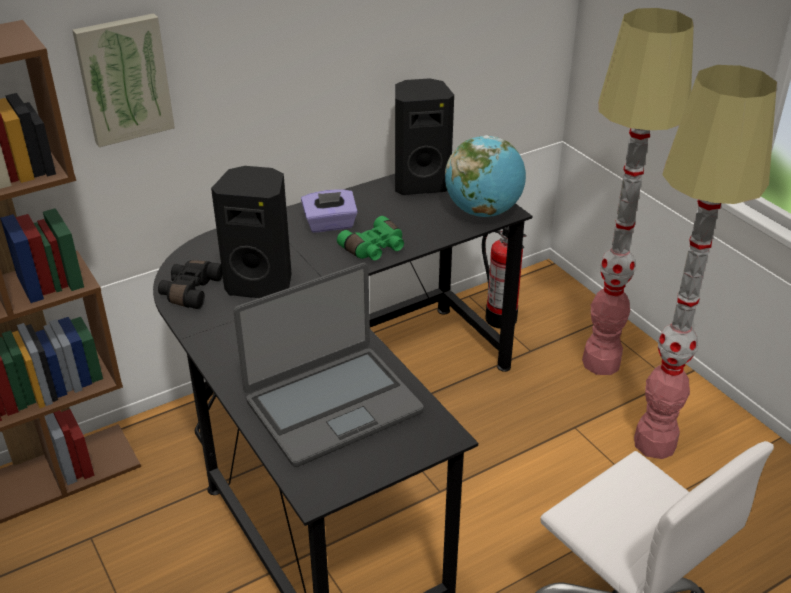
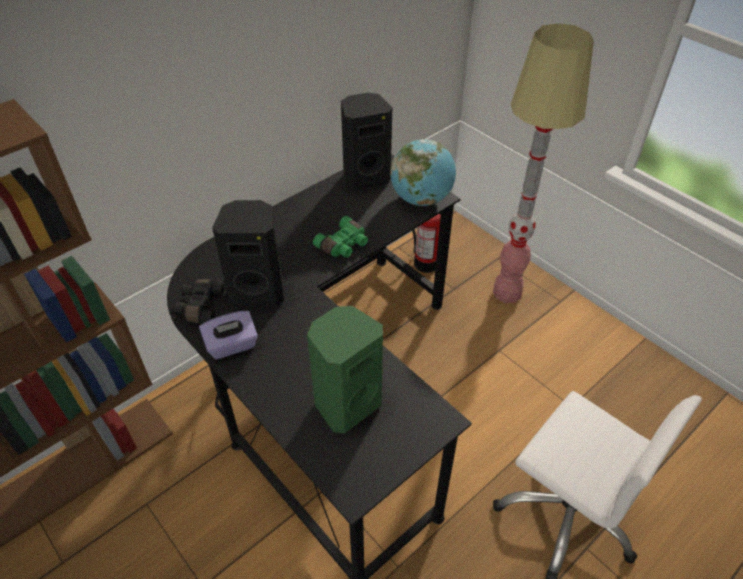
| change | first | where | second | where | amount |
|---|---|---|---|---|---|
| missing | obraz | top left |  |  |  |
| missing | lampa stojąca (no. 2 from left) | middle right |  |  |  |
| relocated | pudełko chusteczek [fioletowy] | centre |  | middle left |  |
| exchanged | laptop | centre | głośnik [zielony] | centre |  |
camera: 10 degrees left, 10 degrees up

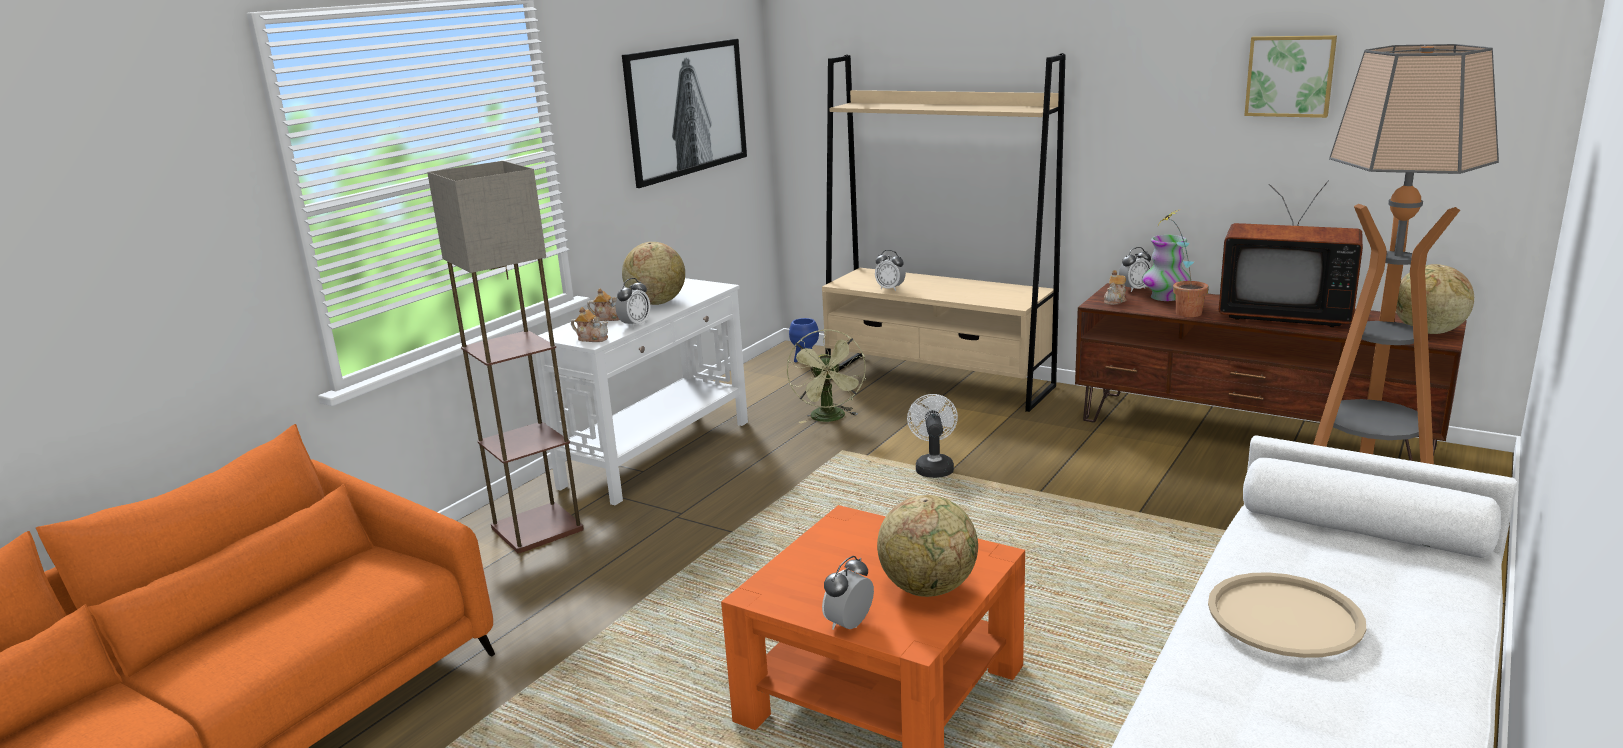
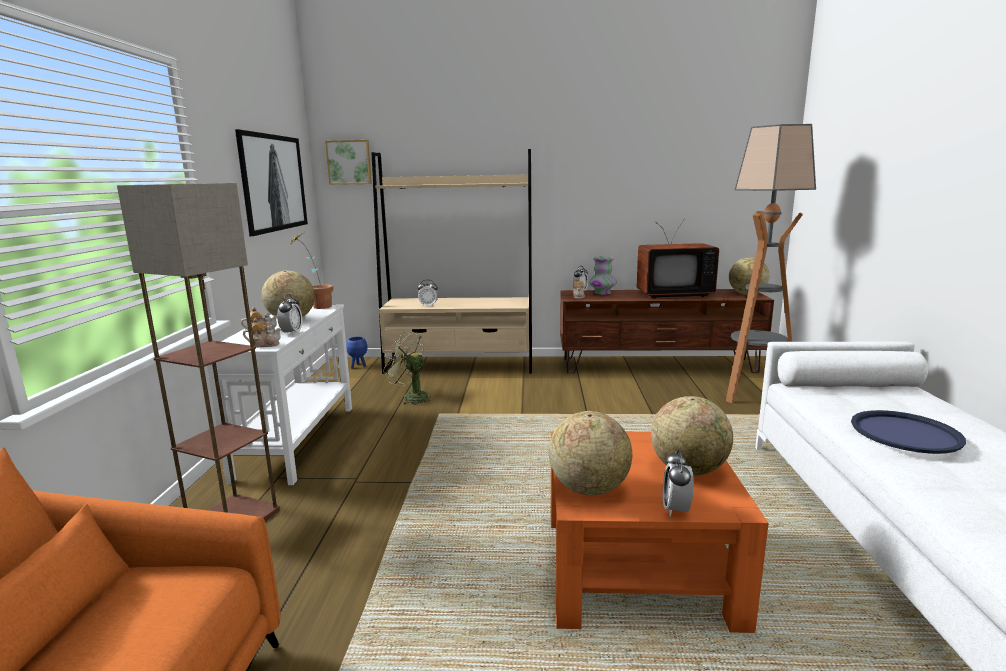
| change | first | where | second | where | amount |
|---|---|---|---|---|---|
| relocated | obraz (no. 2 from left) | top right |  | top centre |  |
| relocated | roślina doniczkowa | middle right |  | middle left |  |
| spun | wentylator [zielony] | centre |  | centre | 150 degrees clockwise |
| missing | wentylator [biały] | centre |  |  |  |
| colour | taca [beżowy] | bottom right | taca [niebieski] | middle right |  |
| appeared |  |  | globus (no. 2 from left) | bottom centre |  |
camera: 30 degrees left, 5 degrees down

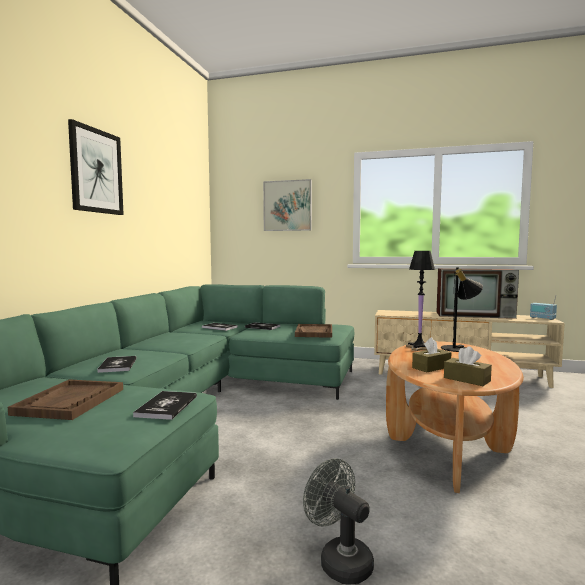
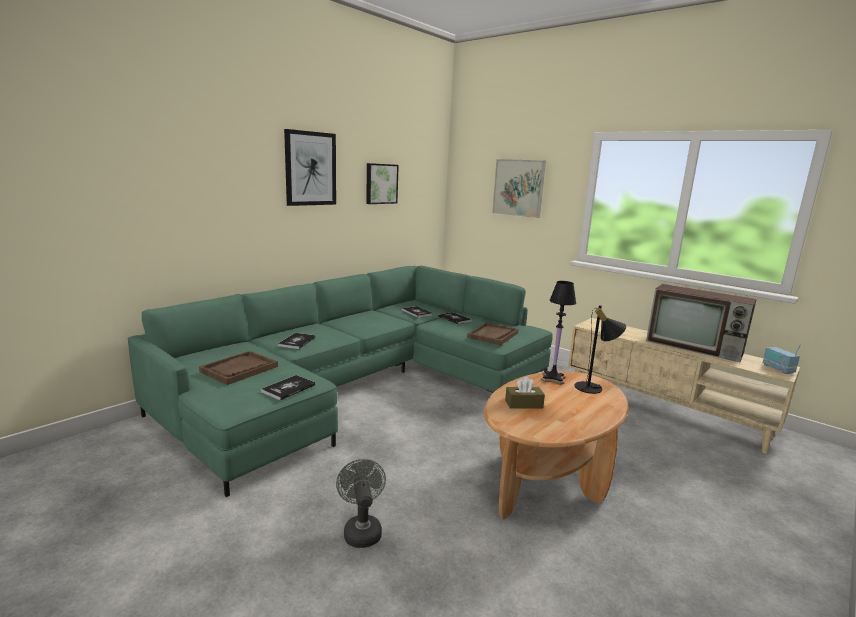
| change | first | where | second | where | amount |
|---|---|---|---|---|---|
| missing | pudełko chusteczek [brązowy] (no. 2 from left) | middle right |  |  |  |
| appeared |  |  | obraz (no. 2 from left) | top centre |  |
camera: 25 degrees right, 10 degrees up

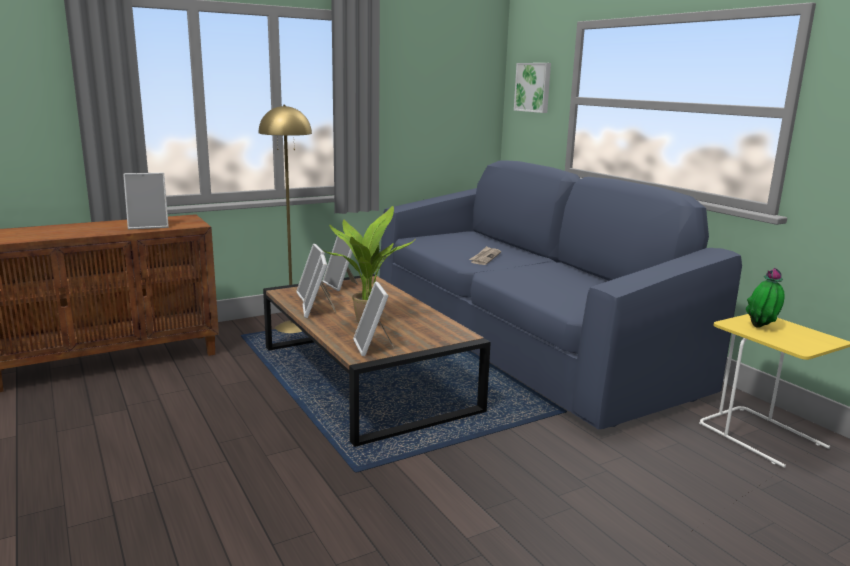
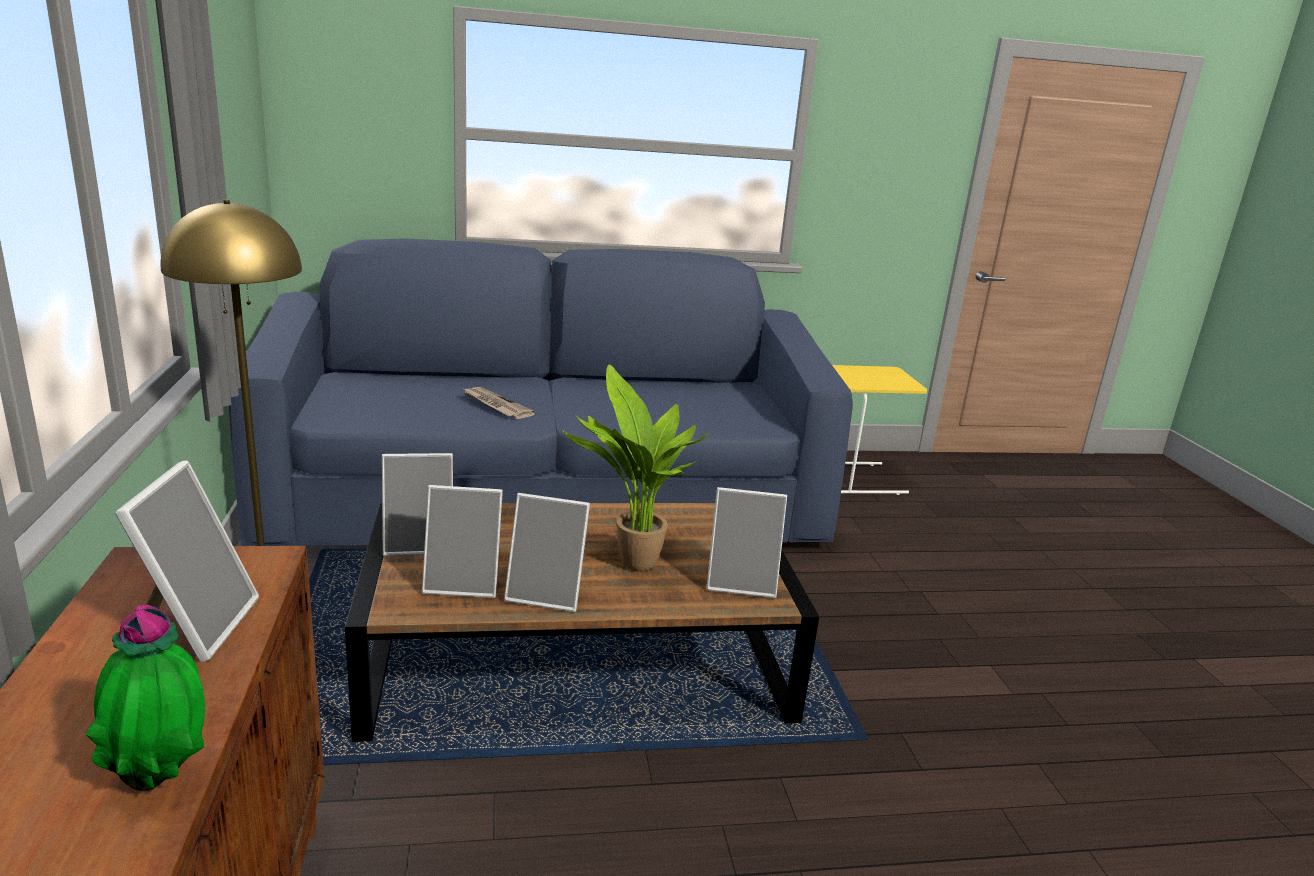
| change | first | where | second | where | amount |
|---|---|---|---|---|---|
| missing | obraz | top centre |  |  |  |
| relocated | roślina doniczkowa (no. 2 from left in the first image) | middle right | roślina doniczkowa (no. 1 from left) | bottom left |  |
camera: 70 degrees left, 5 degrees up

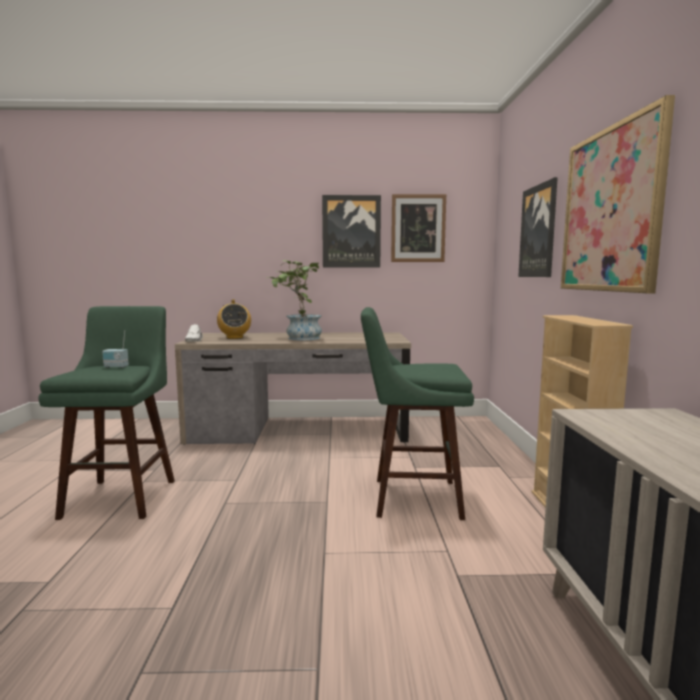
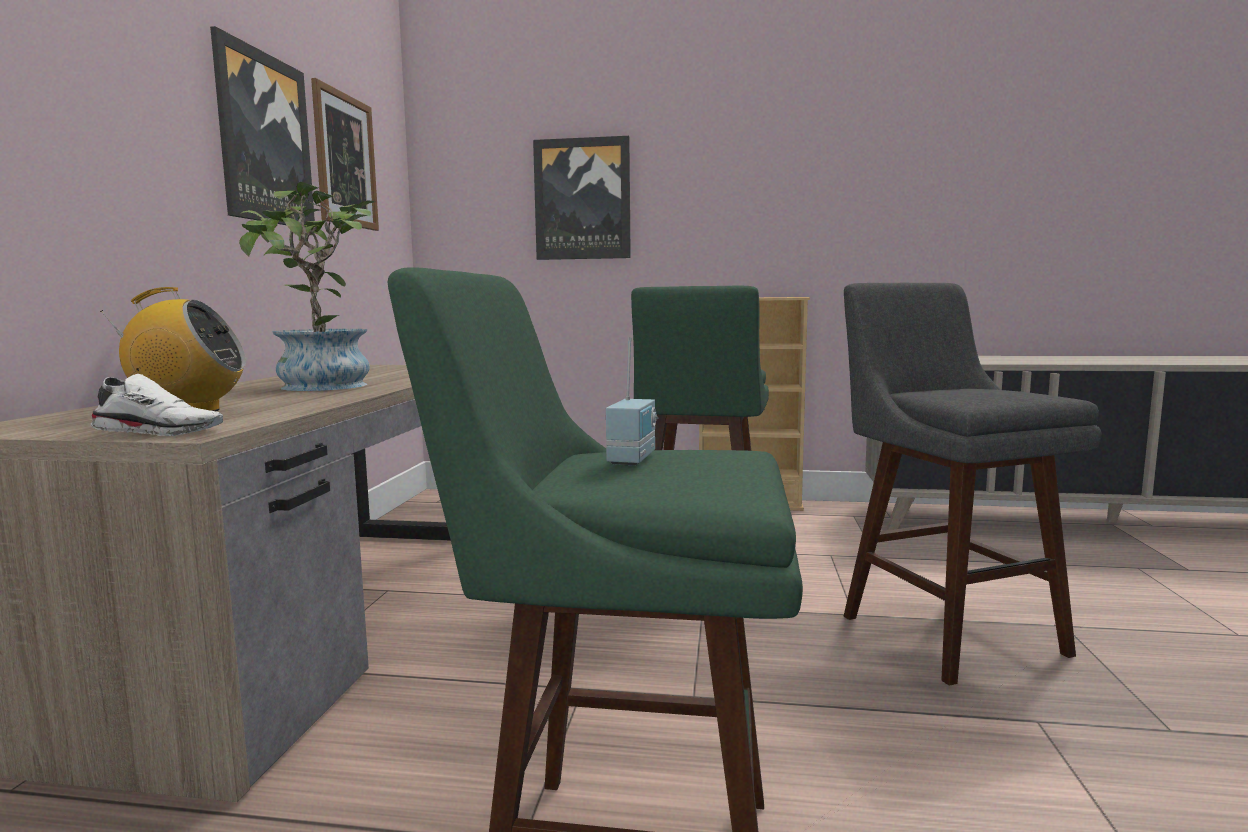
| change | first | where | second | where | amount |
|---|---|---|---|---|---|
| missing | obraz (no. 4 from left) | top right |  |  |  |
| appeared |  |  | stołek [szary] | middle right |  |
camera: 80 degrees left, 0 degrees up

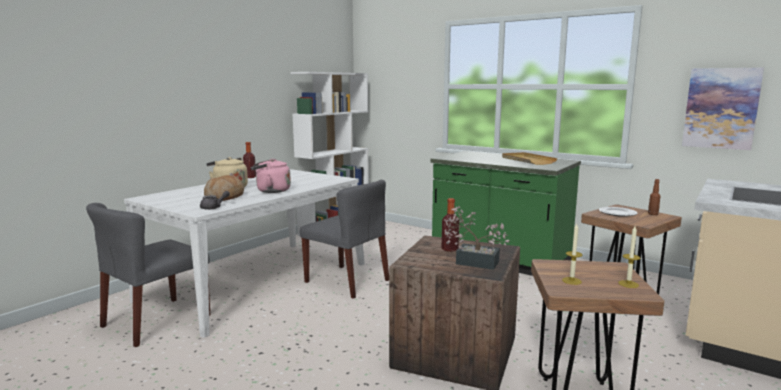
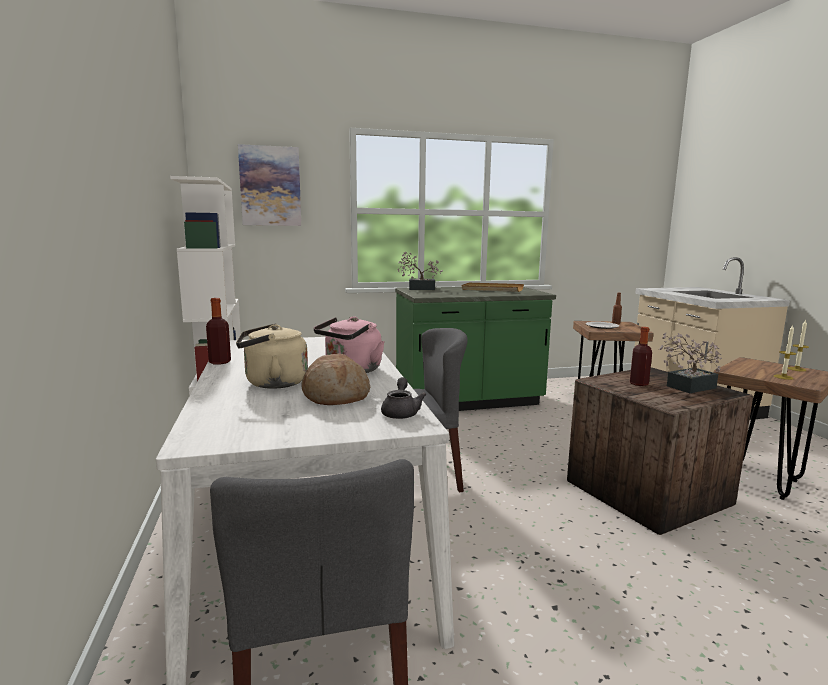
| change | first | where | second | where | amount |
|---|---|---|---|---|---|
| relocated | obraz | top right |  | top left |  |
| appeared |  |  | roślina doniczkowa (no. 1 from left) | centre |  |
camera: 50 degrees left, 0 degrees up

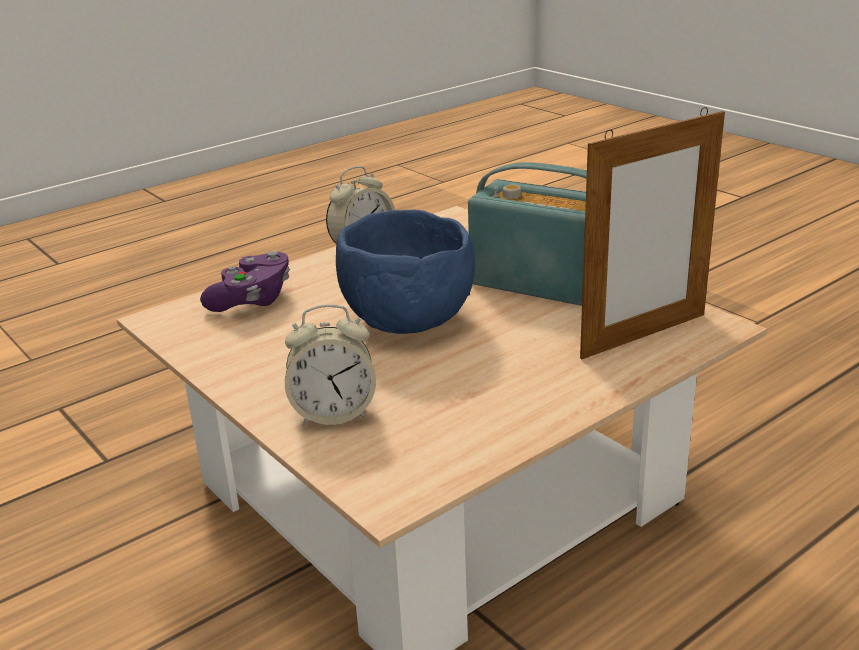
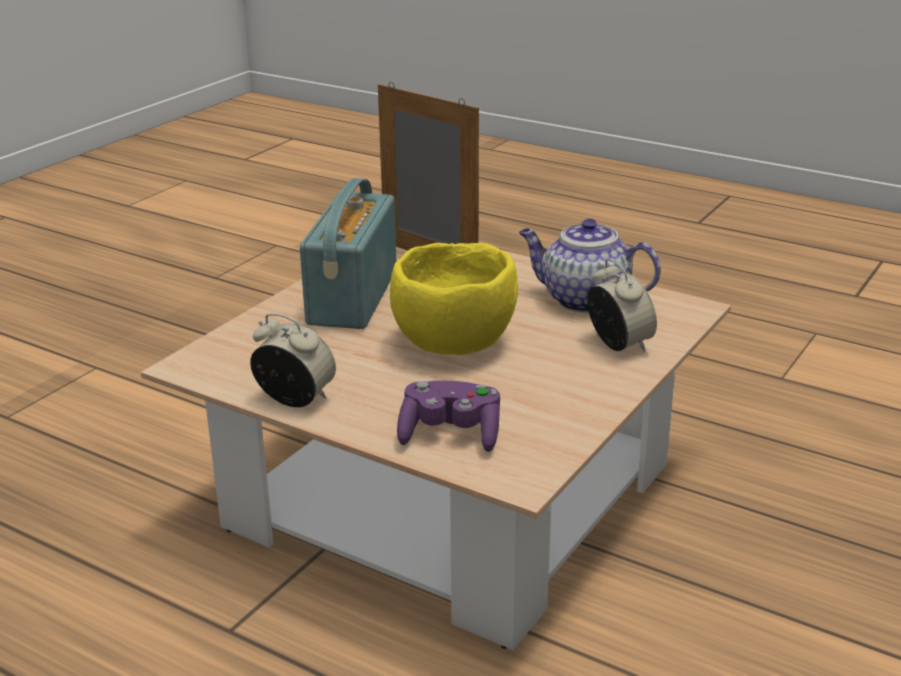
| change | first | where | second | where | amount |
|---|---|---|---|---|---|
| colour | miska [niebieski] | centre | miska [żółty] | centre |  |
| appeared |  |  | imbryk | centre |  |
camera: 110 degrees left, 0 degrees up

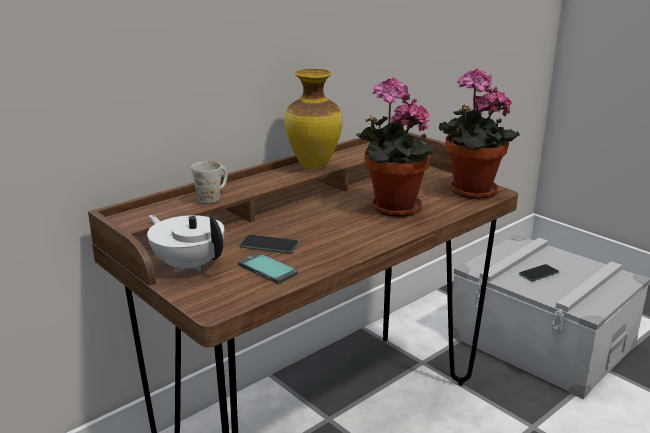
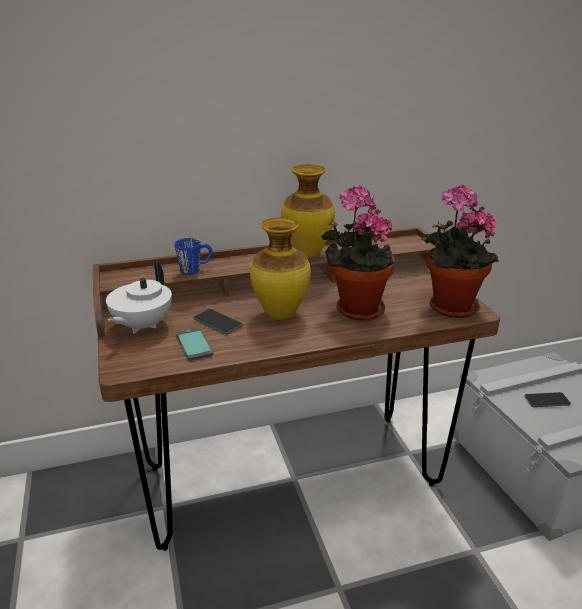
| change | first | where | second | where | amount |
|---|---|---|---|---|---|
| colour | kubek [biały] | middle left | kubek [niebieski] | middle left |  |
| spun | imbryk [biały] | middle left |  | middle left | 135 degrees counterclockwise |
| appeared |  |  | wazon (no. 1 from left) | centre |  |
camera: 25 degrees right, 5 degrees up

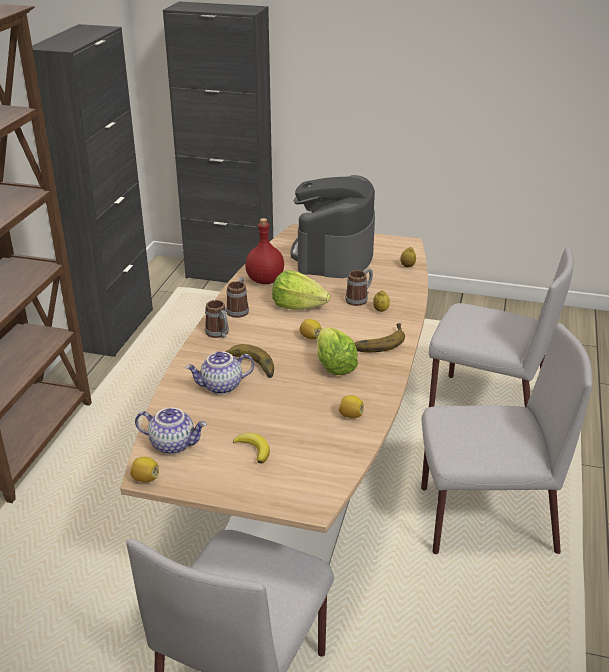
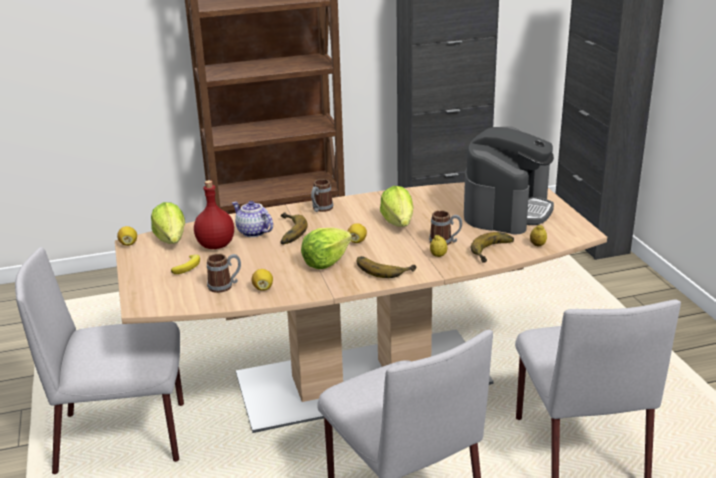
| change | first | where | second | where | amount |
|---|---|---|---|---|---|
| spun | ekspres do kawy | centre |  | middle right | 135 degrees clockwise |
| relocated | butelka [czerwony] | centre |  | middle left |  |
| relocated | kubek (no. 2 from left in the first image) | centre | kubek (no. 1 from left) | middle left |  |
| exchanged | imbryk (no. 1 from left) | middle left | sałata (no. 1 from left) | middle left |  |
| appeared |  |  | banan (no. 4 from left) | middle right |  |
camera: 60 degrees right, 5 degrees down

